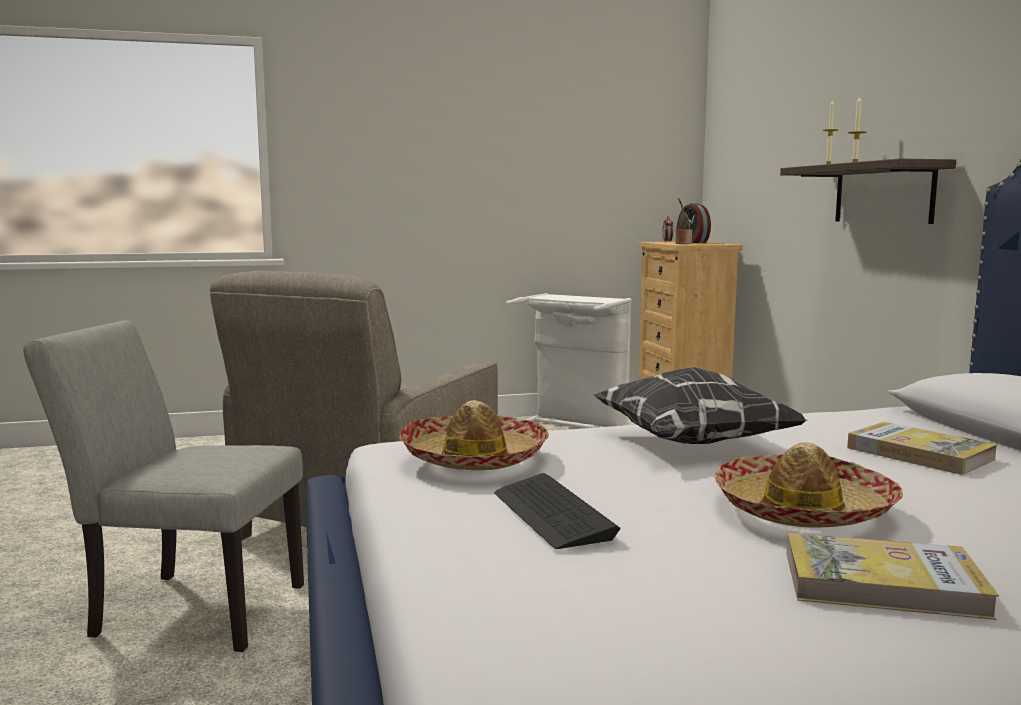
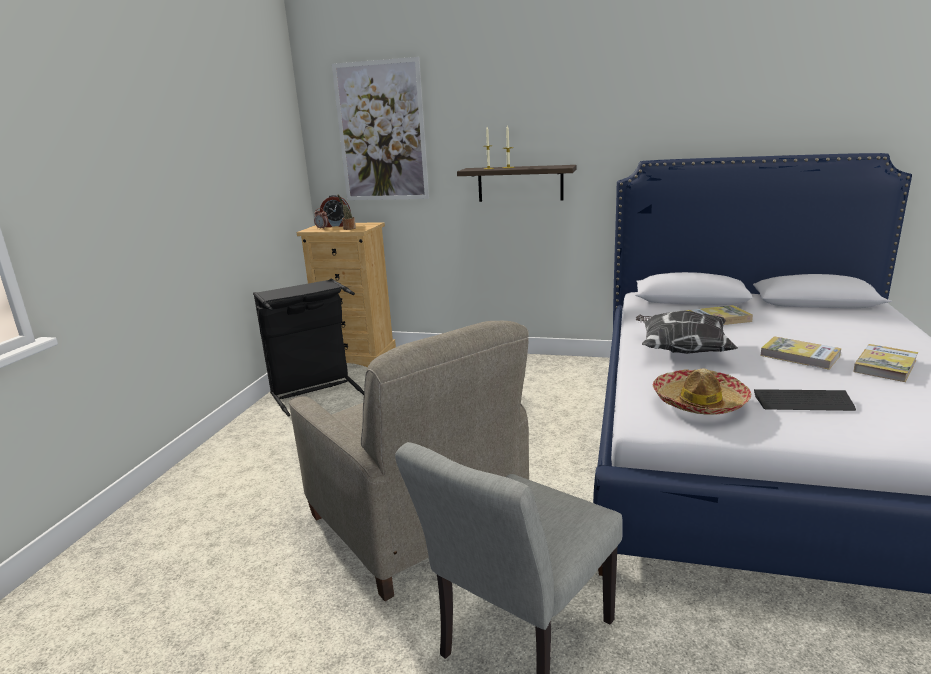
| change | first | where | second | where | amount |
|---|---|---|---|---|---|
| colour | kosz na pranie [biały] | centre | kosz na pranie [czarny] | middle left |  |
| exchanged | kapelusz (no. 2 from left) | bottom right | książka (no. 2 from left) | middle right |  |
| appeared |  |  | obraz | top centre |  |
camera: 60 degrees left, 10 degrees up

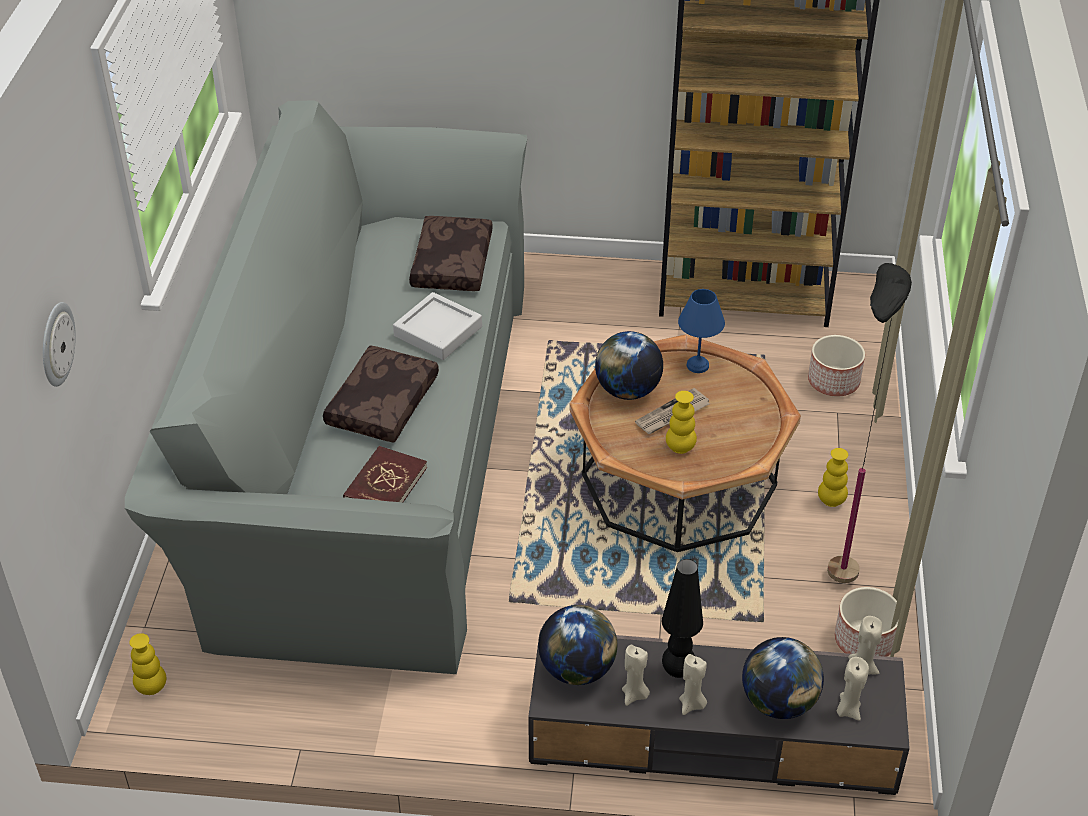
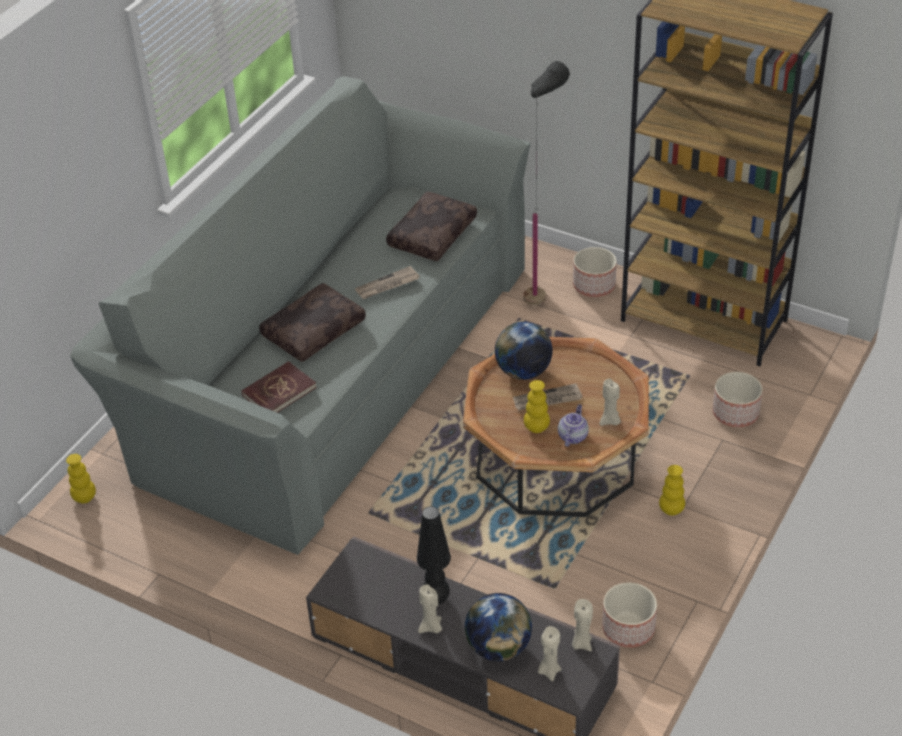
| change | first | where | second | where | amount |
|---|---|---|---|---|---|
| relocated | lampa stojąca [czarny] | middle right |  | top centre |  |
| missing | lampa stołowa [niebieski] | centre |  |  |  |
| exchanged | taca [szary] | centre | gazeta (no. 1 from left) | centre |  |
| missing | zegar ścienny | middle left |  |  |  |
| missing | globus (no. 1 from left) | bottom centre |  |  |  |
| relocated | świeca [beżowy] (no. 1 from left in the first image) | bottom centre | świeca [beżowy] (no. 4 from left) | middle right |  |
| appeared |  |  | donica (no. 1 from left) | centre |  |
| appeared |  |  | imbryk | centre |  |
camera: 25 degrees right, 0 degrees up

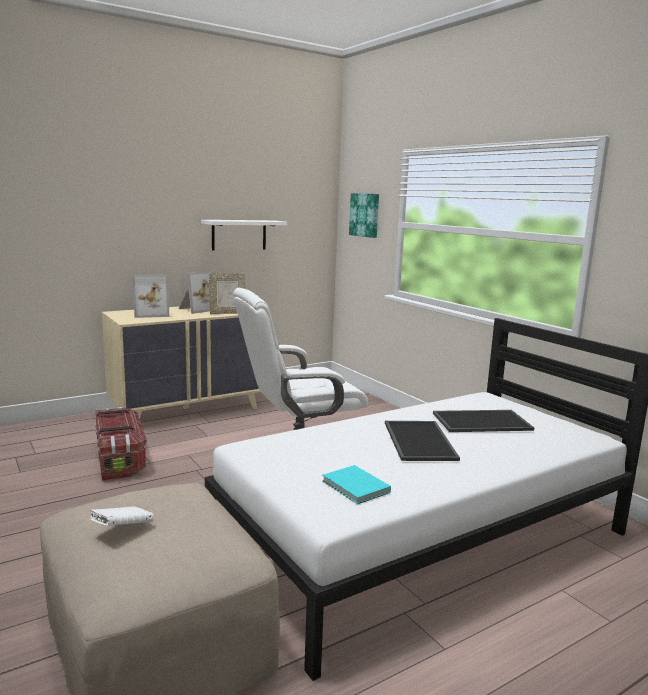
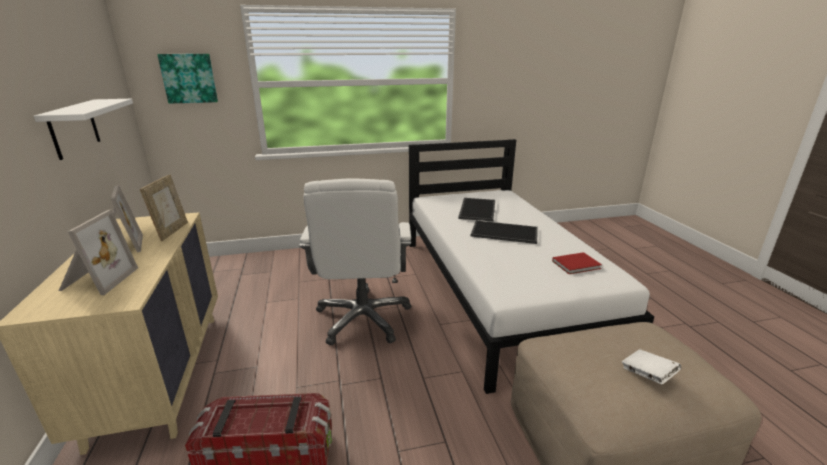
| change | first | where | second | where | amount |
|---|---|---|---|---|---|
| colour | książka [turkusowy] | bottom centre | książka [czerwony] | middle right |  |
camera: 70 degrees left, 10 degrees up

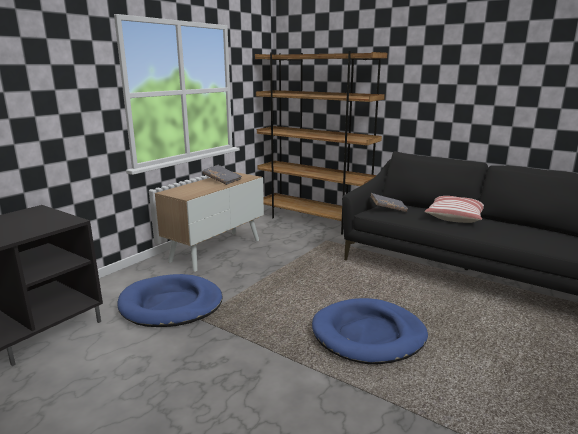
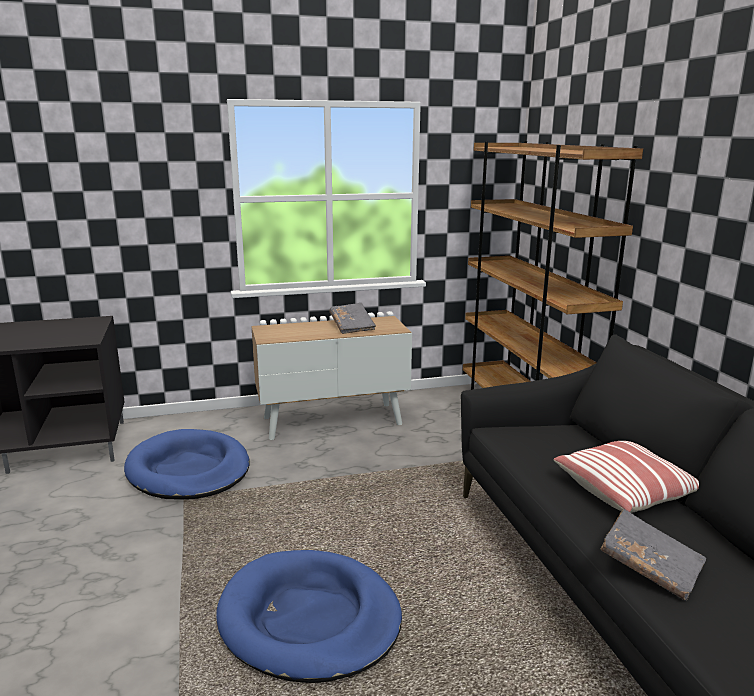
| change | first | where | second | where | amount |
|---|---|---|---|---|---|
| relocated | książka [szary] (no. 2 from left) | middle right |  | bottom right |  |
camera: 40 degrees right, 0 degrees up

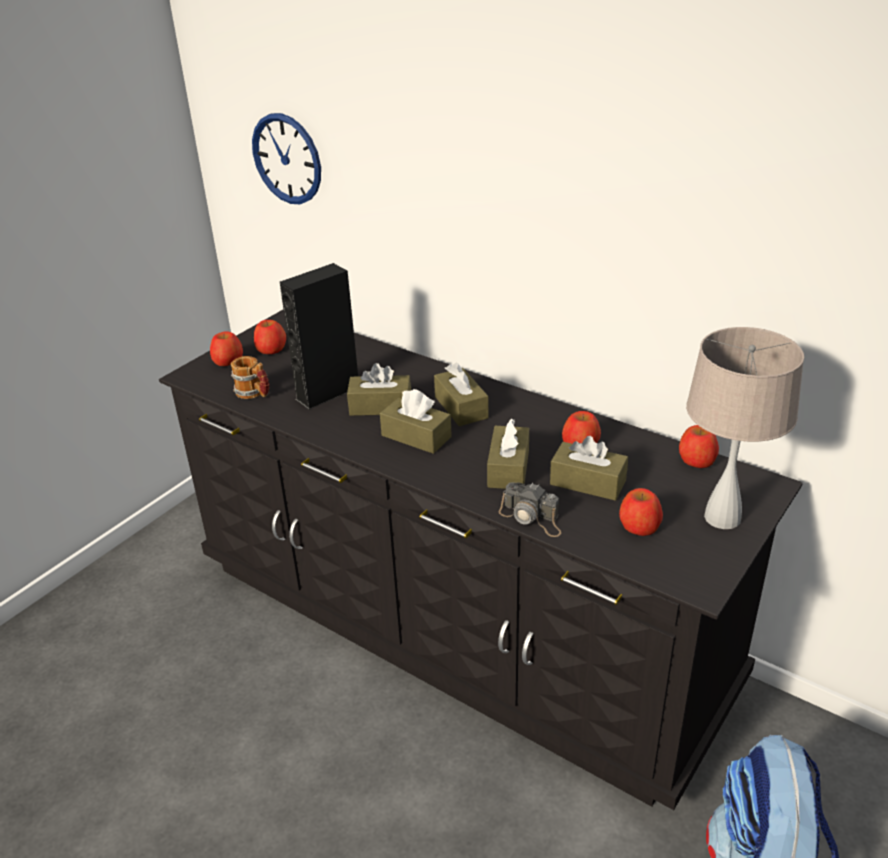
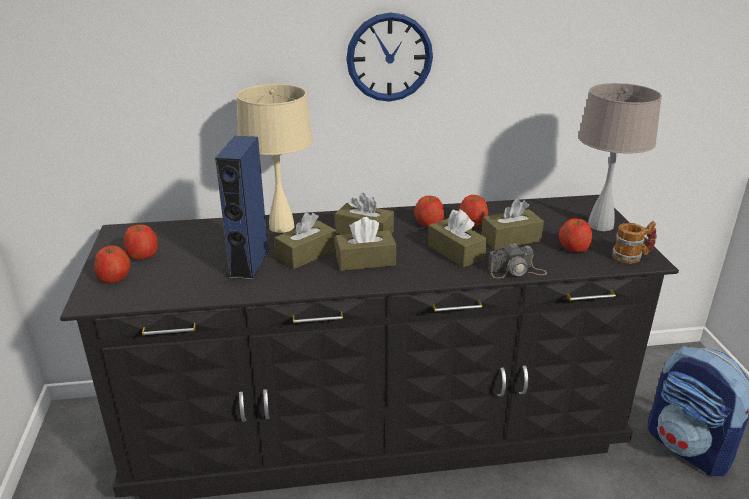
| change | first | where | second | where | amount |
|---|---|---|---|---|---|
| relocated | zegar ścienny | top left |  | top centre |  |
| colour | głośnik [czarny] | centre | głośnik [niebieski] | middle left |  |
| relocated | kubek | middle left |  | middle right |  |
| relocated | jabłko (no. 5 from left in the first image) | middle right | jabłko (no. 3 from left) | centre |  |
| appeared |  |  | lampa stołowa [beżowy] (no. 1 from left) | top centre |  |
camera: 45 degrees left, 5 degrees down

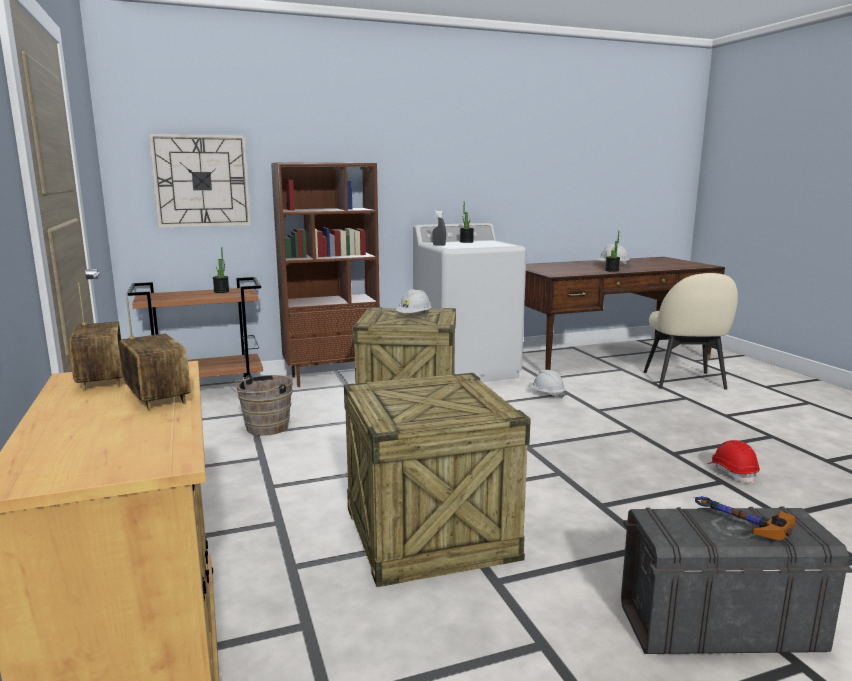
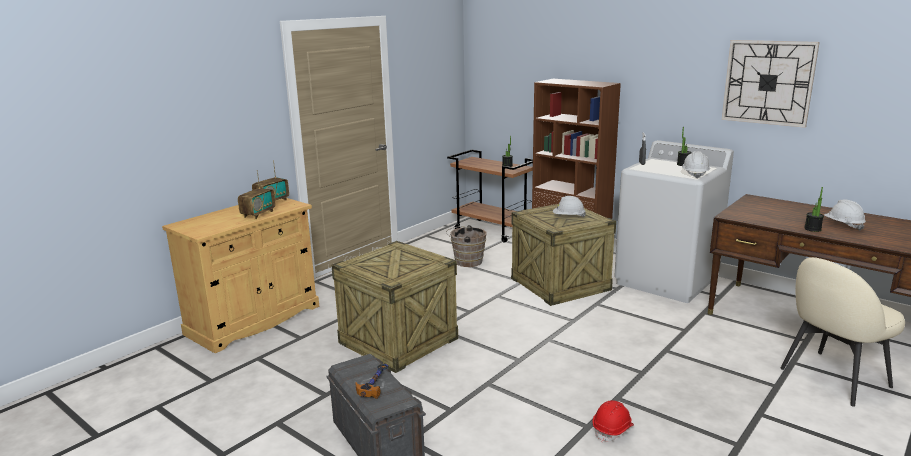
| change | first | where | second | where | amount |
|---|---|---|---|---|---|
| relocated | zegar ścienny | top left |  | top right |  |
| relocated | kask [biały] (no. 2 from left) | centre |  | middle right |  |
camera: 60 degrees right, 5 degrees up

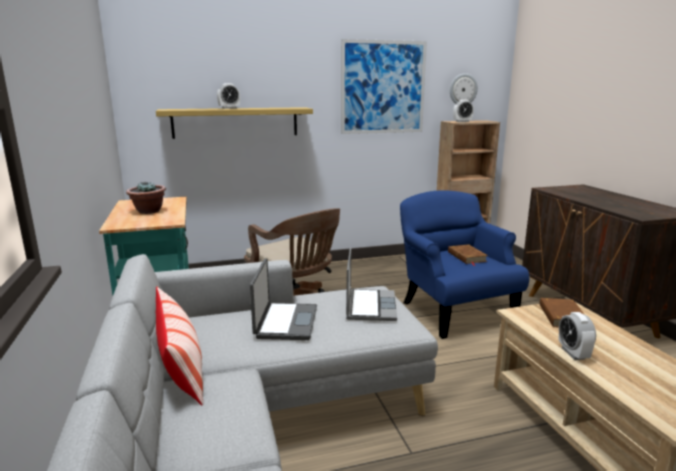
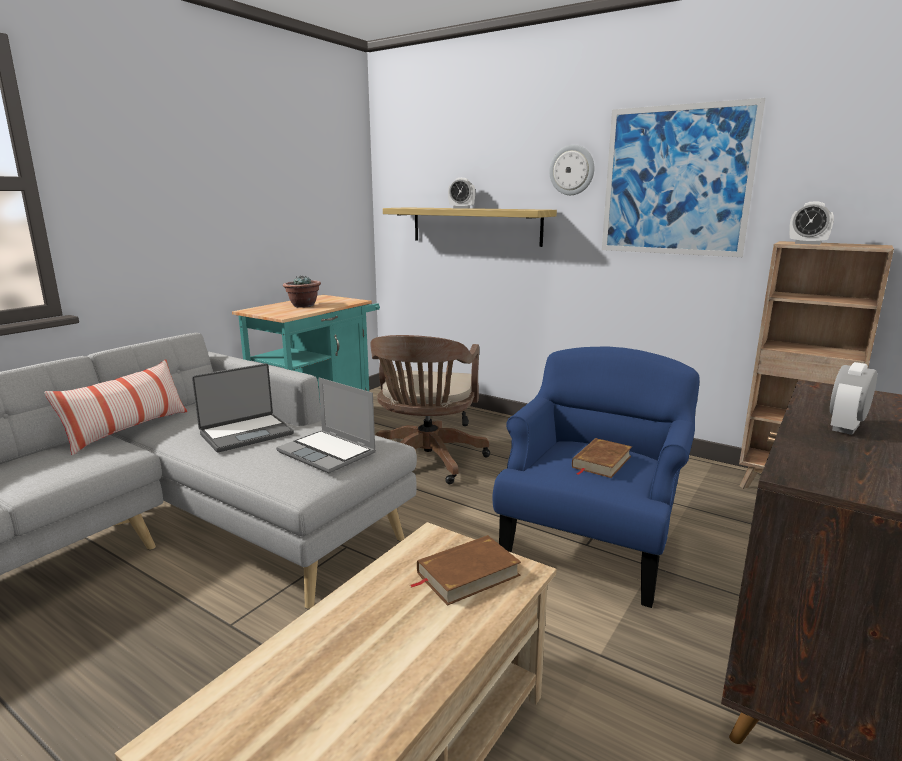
| change | first | where | second | where | amount |
|---|---|---|---|---|---|
| relocated | zegar ścienny | top right |  | top centre |  |
| spun | laptop (no. 2 from left) | centre |  | centre | 75 degrees clockwise |
| relocated | budzik (no. 3 from left) | bottom right |  | middle right |  |
camera: 50 degrees right, 0 degrees up

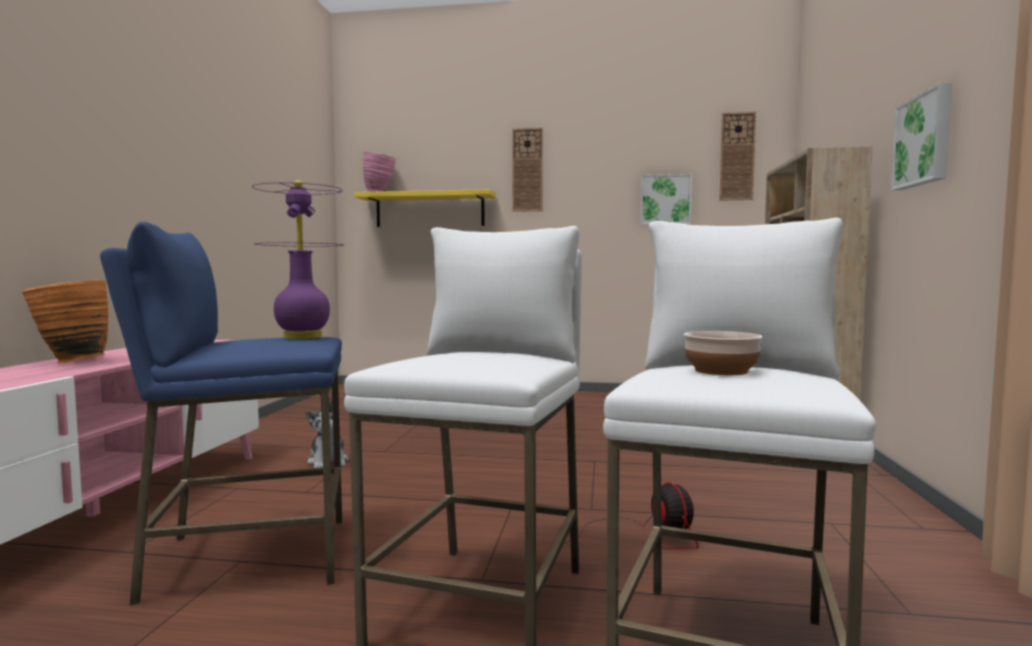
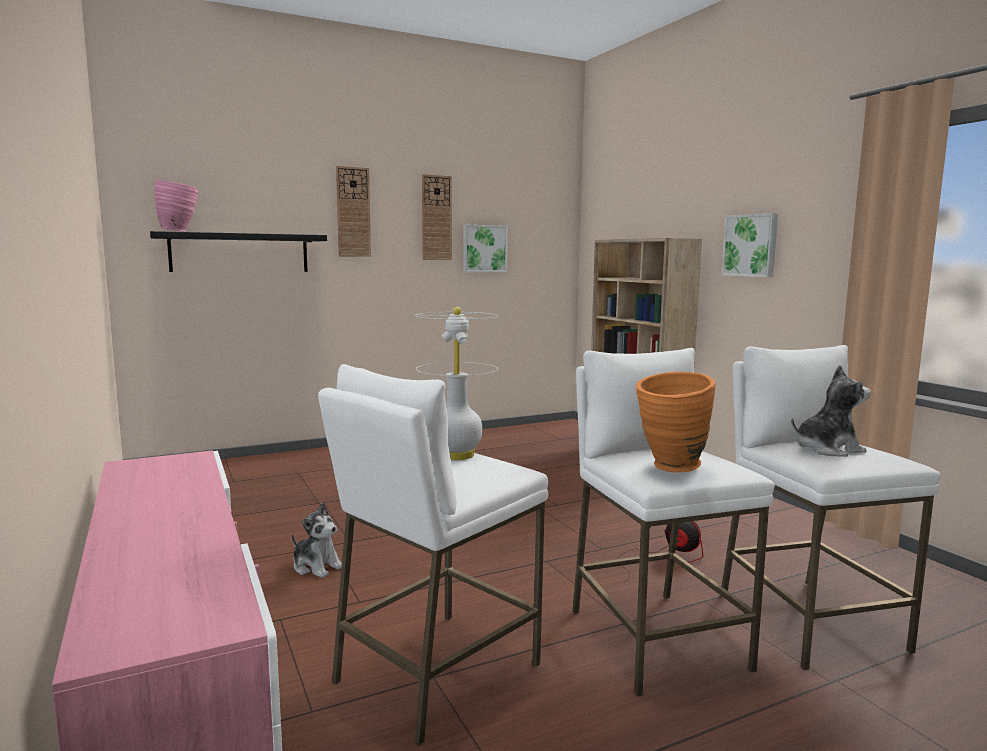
| change | first | where | second | where | amount |
|---|---|---|---|---|---|
| relocated | zegar ścienny (no. 2 from left) | top right |  | top centre |  |
| colour | lampa stołowa [fioletowy] | middle left | lampa stołowa [biały] | centre |  |
| colour | półka [żółty] | top centre | półka [czarny] | middle left |  |
| colour | stołek [niebieski] | middle left | stołek [biały] (no. 1 from left) | bottom centre |  |
| relocated | wazon [pomarańczowy] | middle left |  | middle right |  |
| exchanged | miska | middle right | pluszak (no. 2 from left) | middle right |  |
camera: 35 degrees left, 5 degrees up

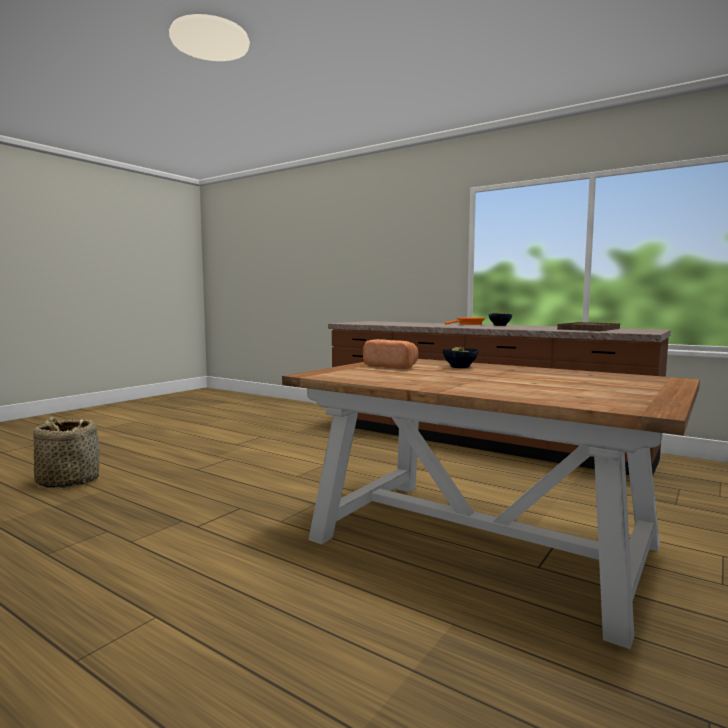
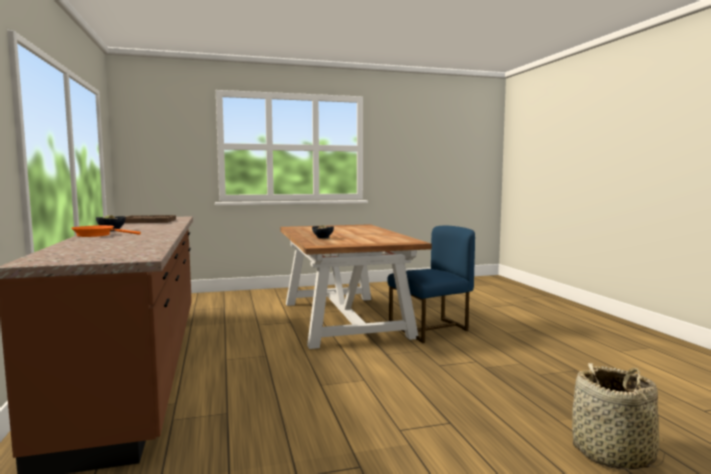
| change | first | where | second | where | amount |
|---|---|---|---|---|---|
| missing | chleb | centre |  |  |  |
| appeared |  |  | krzesło [niebieski] | centre |  |
camera: 140 degrees left, 0 degrees up

